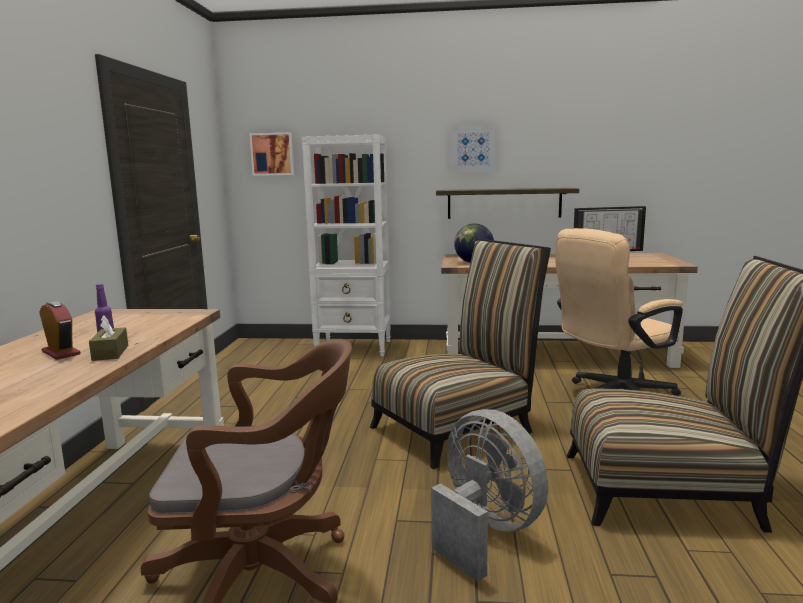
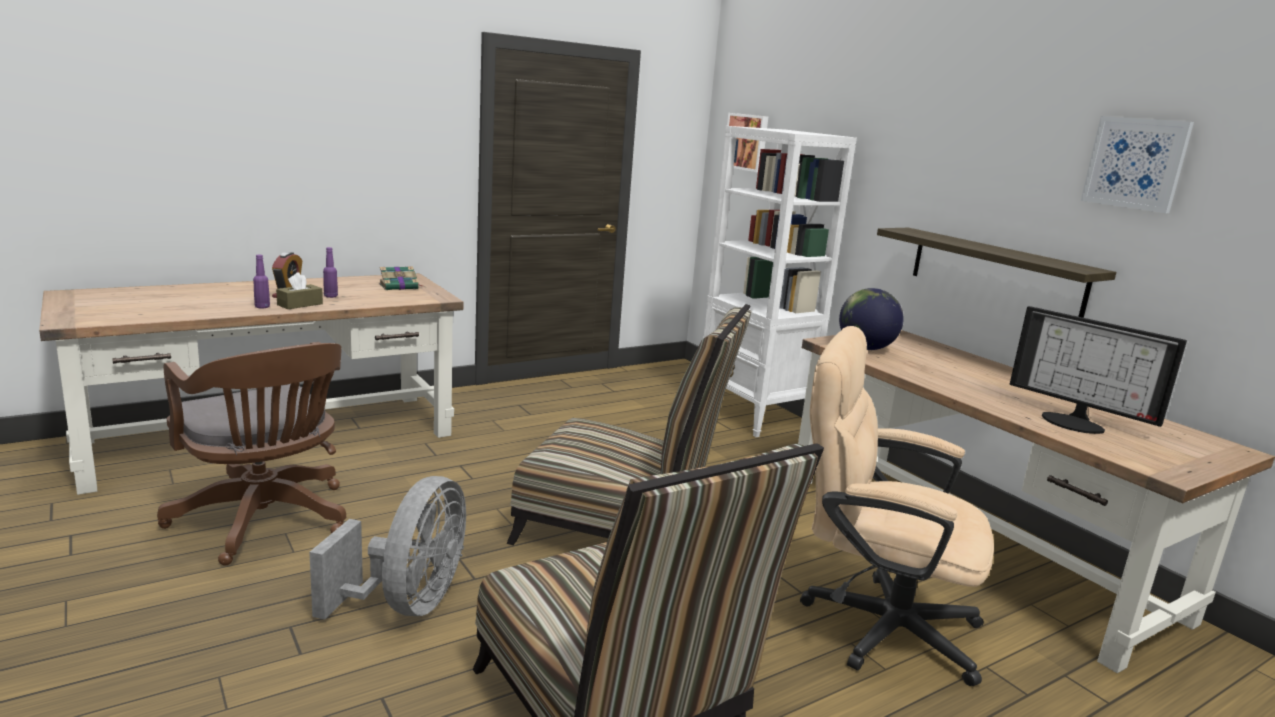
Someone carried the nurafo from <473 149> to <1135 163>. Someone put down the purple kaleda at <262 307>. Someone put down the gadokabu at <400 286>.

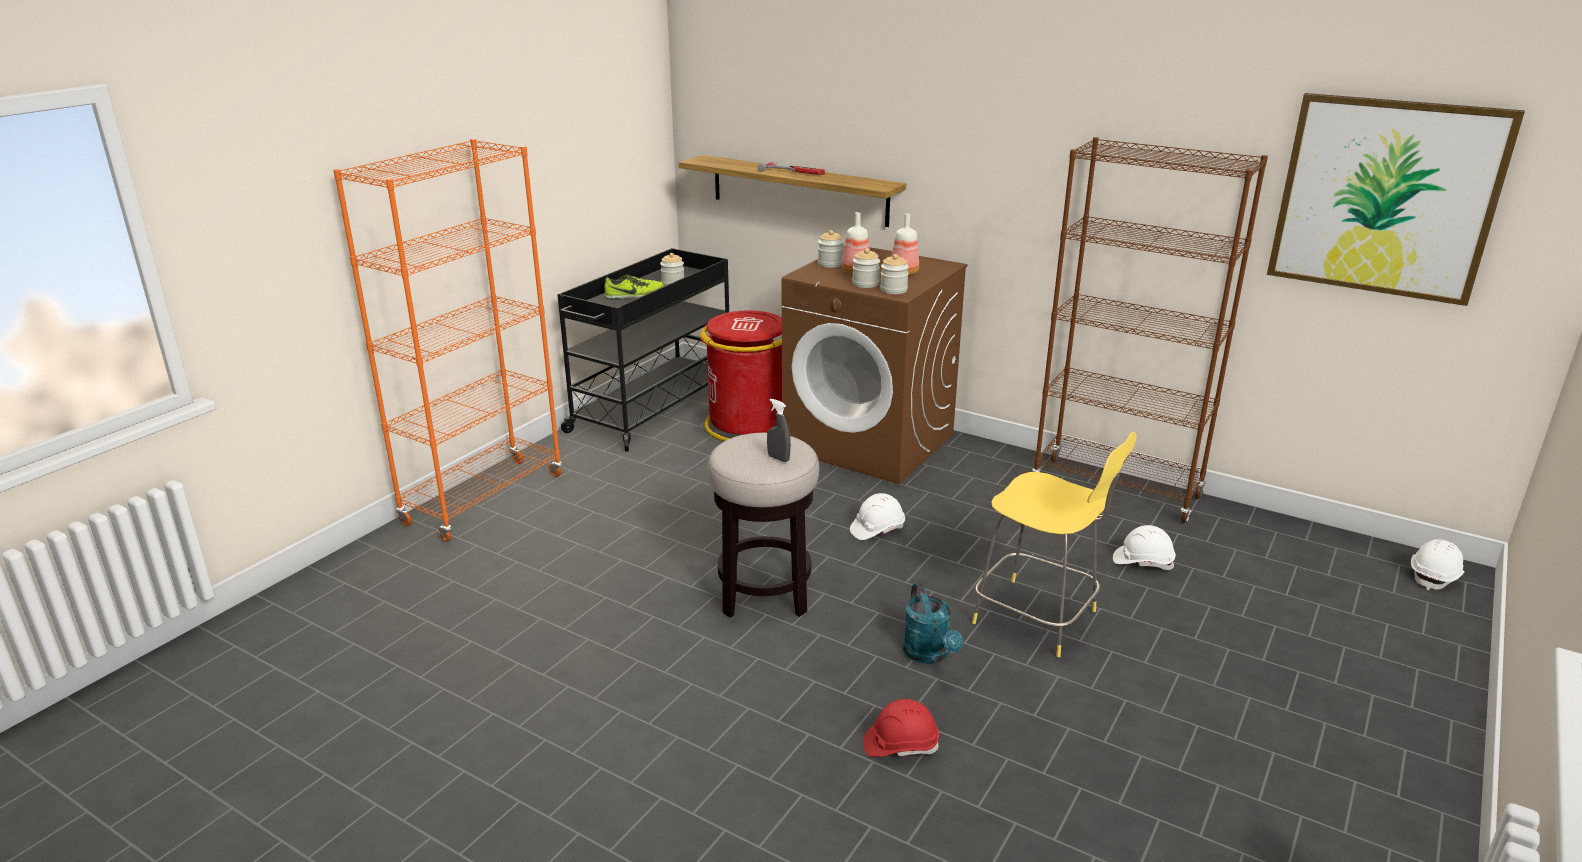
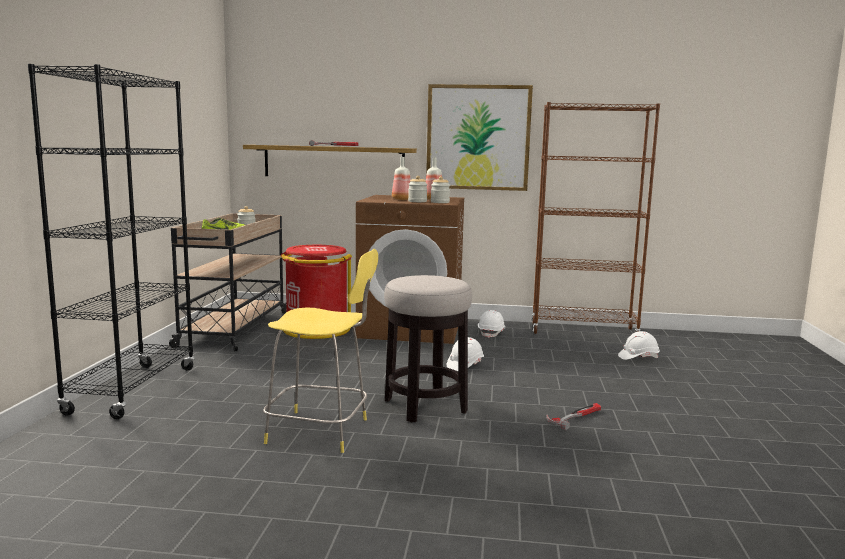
Someone repainted the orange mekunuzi at <484 499>, which became the black mekunuzi at <133 390>. Someone repainted the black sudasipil at <653 408>, which became the beige sudasipil at <234 329>. Someone took away the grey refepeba at <778 458>. Someone took away the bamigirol at <830 264>. Someone took away the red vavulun at <900 745>. Someone swapped the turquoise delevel at <930 655> for the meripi at <575 417>. Someone carried the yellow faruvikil from <1039 619> to <321 431>. Someone carried the nurafo from <1386 197> to <478 137>. Someone carried the white vavulun from <1435 576> to <491 333>.

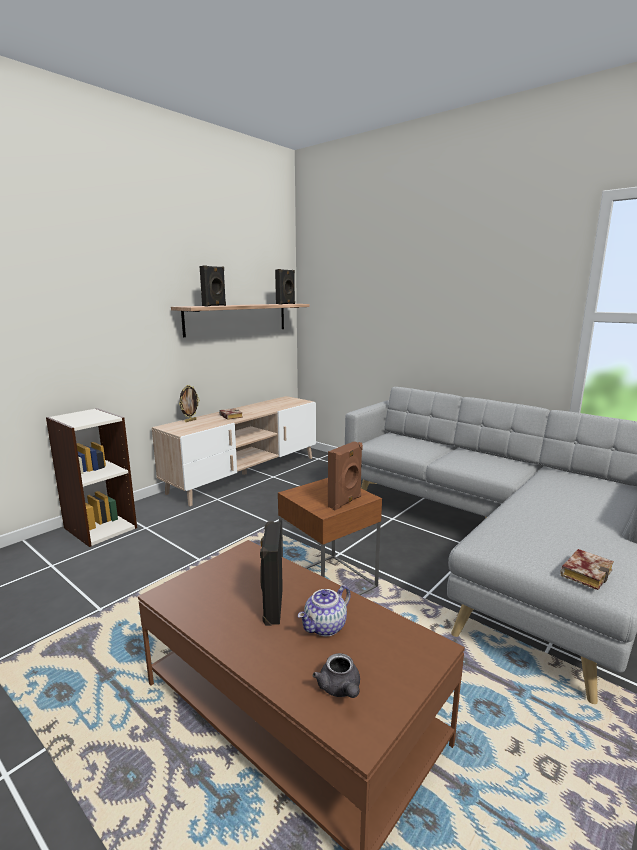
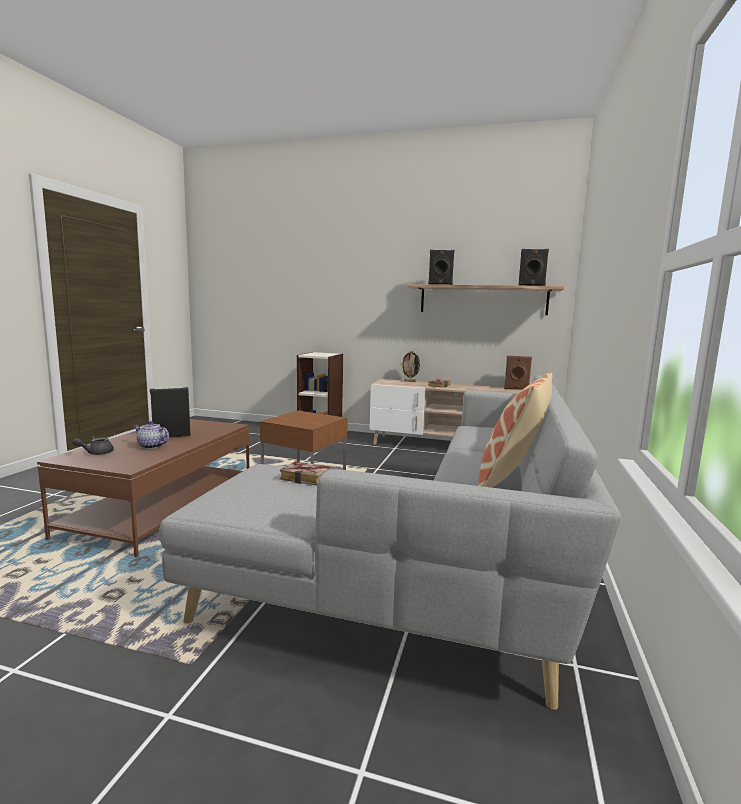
Someone carried the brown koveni from <345 502> to <516 389>. Someone carried the gadokabu from <585 572> to <308 478>. Someone put down the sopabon at <512 480>.

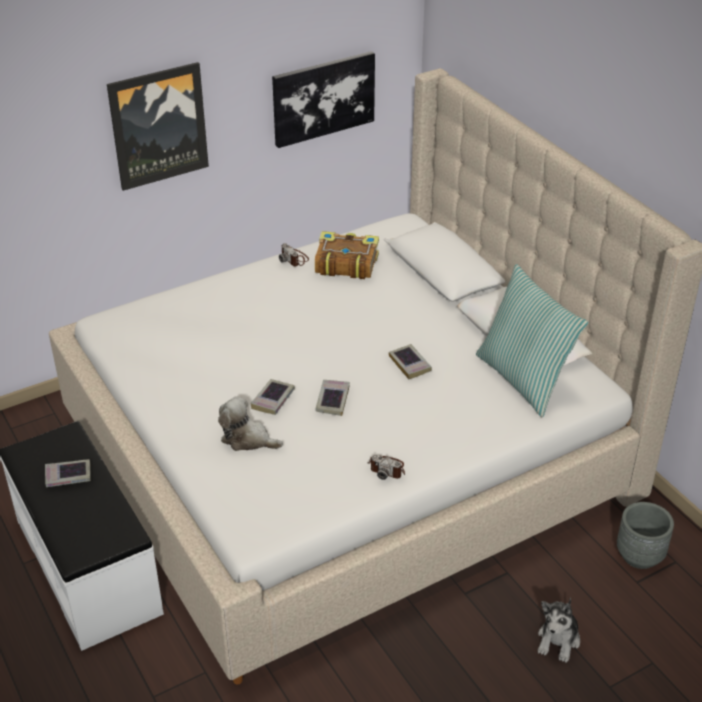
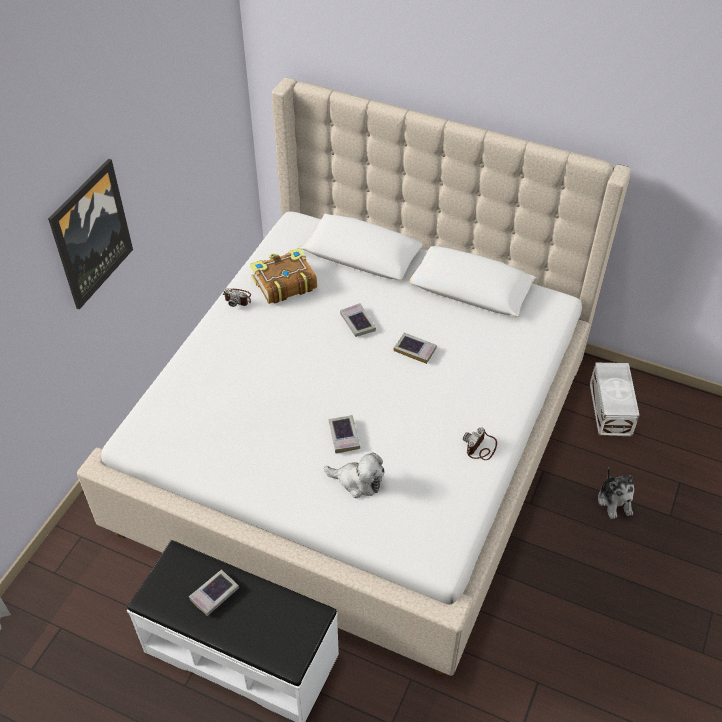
Someone rotated the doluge at <247 439> by 150 degrees counterclockwise. Someone took away the nurafo at <323 98>. Someone carried the gadokabu from <332 400> to <357 322>. Someone rotated the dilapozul at <387 468> by 135 degrees clockwise. Someone took away the sopabon at <524 379>. Someone swapped the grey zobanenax at <639 555> for the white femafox at <611 408>.

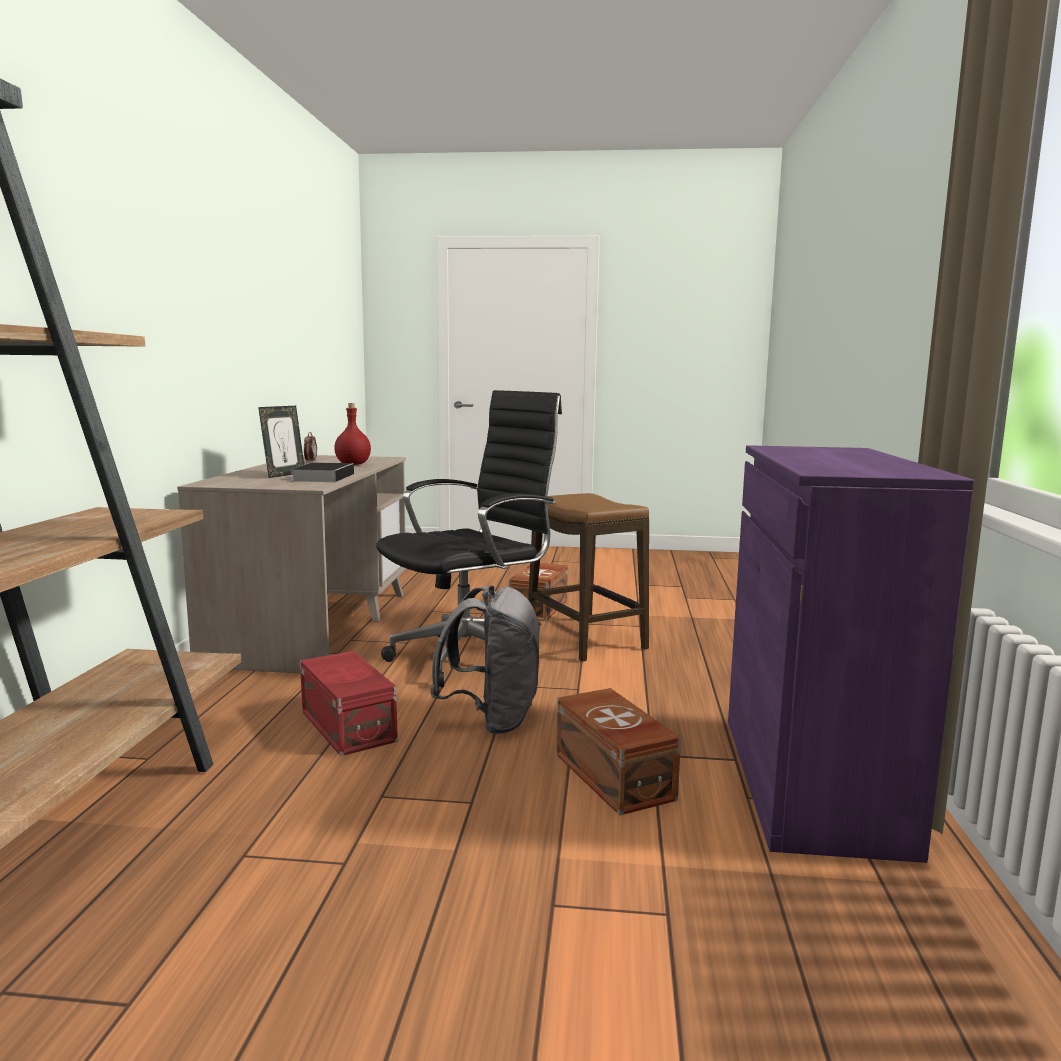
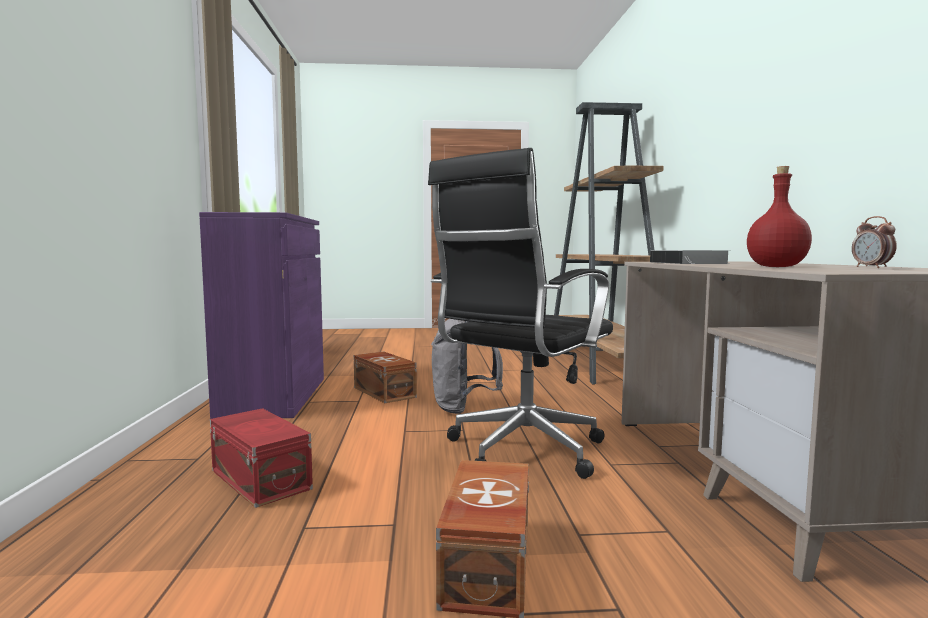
Someone took away the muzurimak at <284 475>. Someone carried the red femafox from <347 727> to <261 478>. Someone took away the faruvikil at <585 639>.

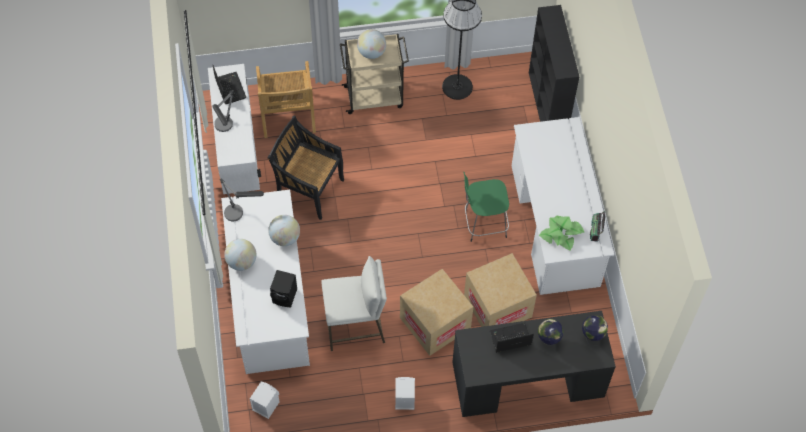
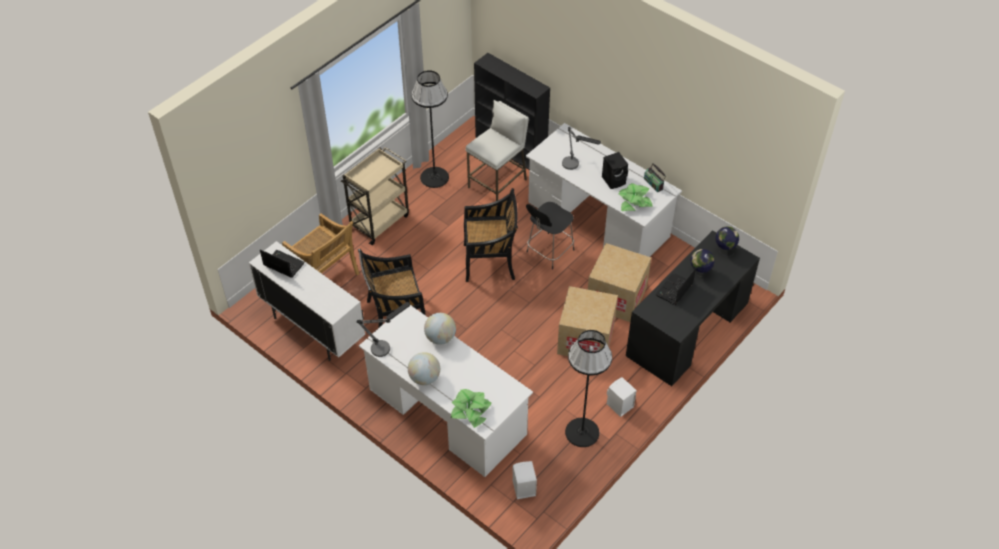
Someone carried the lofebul from <225 128> to <575 165>. Someone carried the black koveni from <285 296> to <614 180>. Someone carried the white faruvikil from <355 327> to <498 184>. Someone took away the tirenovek at <371 52>. Someone repainted the green faruvikil at <483 224>, which became the black faruvikil at <549 252>. Someone put down the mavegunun at <470 410>. Someone put down the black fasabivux at <490 261>. Someone put down the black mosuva at <582 432>.

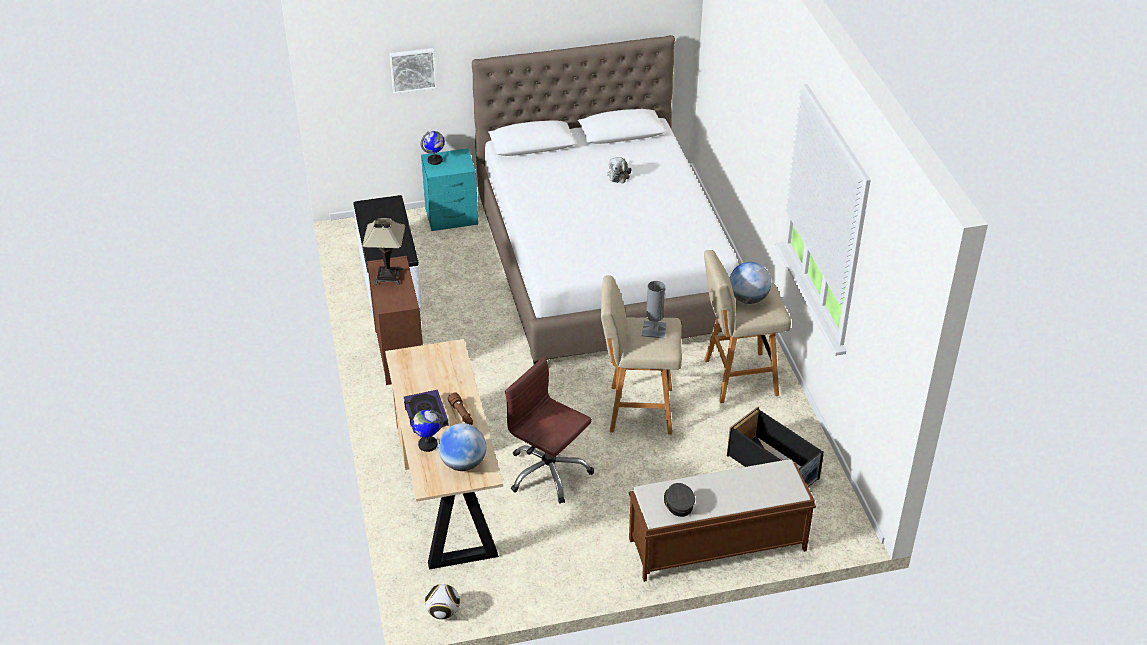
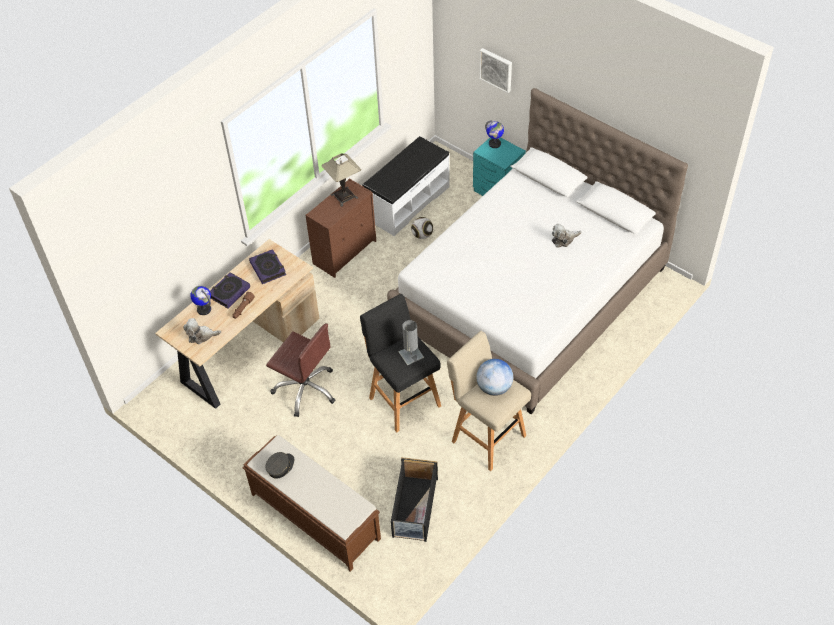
Someone carried the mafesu from <443 612> to <422 235>. Someone swapped the tirenovek at <463 463> for the doluge at <201 336>. Someone rotated the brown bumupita at <548 472> by 120 degrees clockwise. Someone repainted the beige faruvikil at <637 409>, which became the black faruvikil at <403 400>. Someone put down the gadokabu at <268 268>.

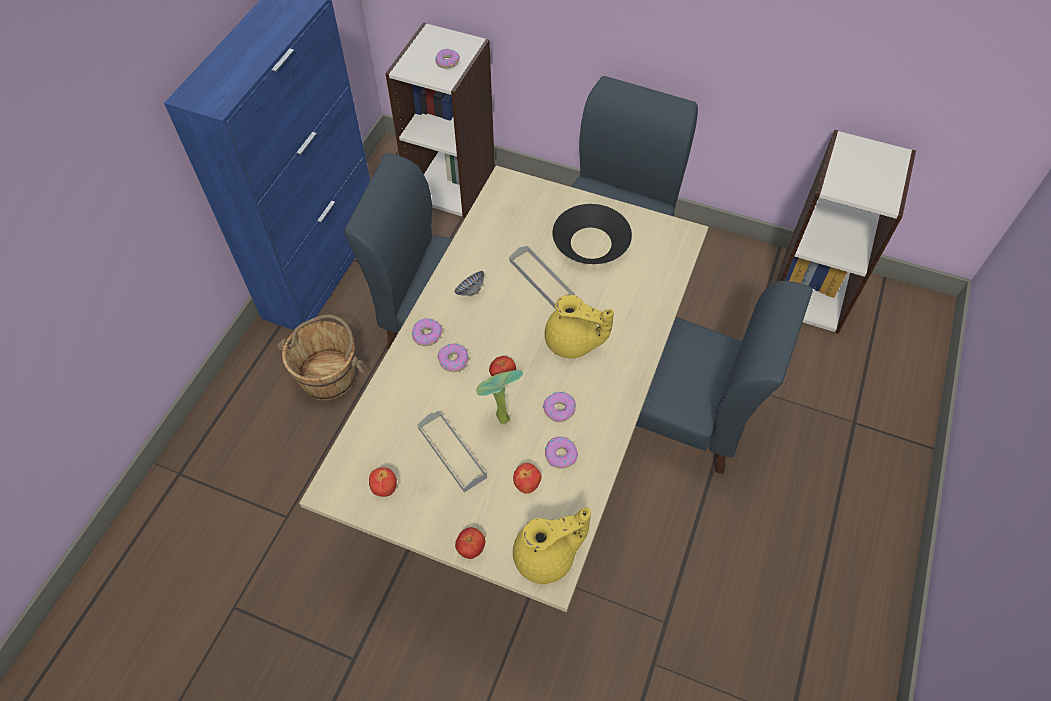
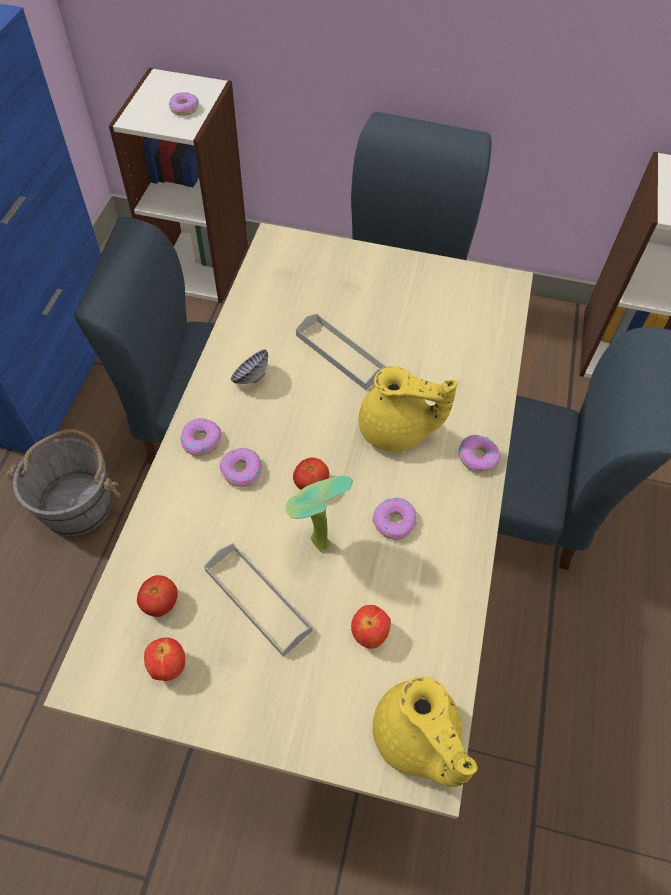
Someone repainted the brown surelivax at <329 375>, which became the grey surelivax at <77 504>. Someone carried the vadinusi from <471 548> to <160 603>. Someone rotated the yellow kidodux at <547 557> by 90 degrees clockwise. Someone carried the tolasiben from <561 455> to <477 457>. Someone took away the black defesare at <590 243>.

